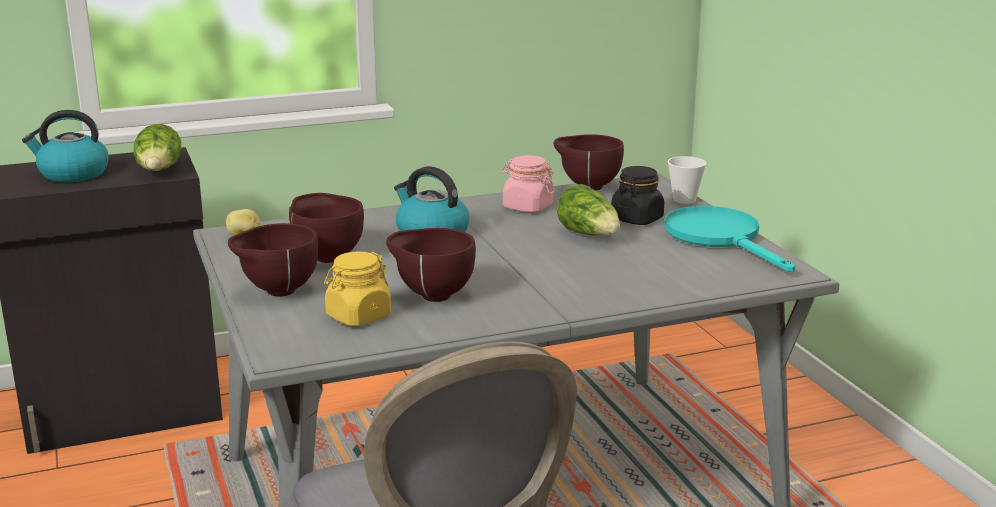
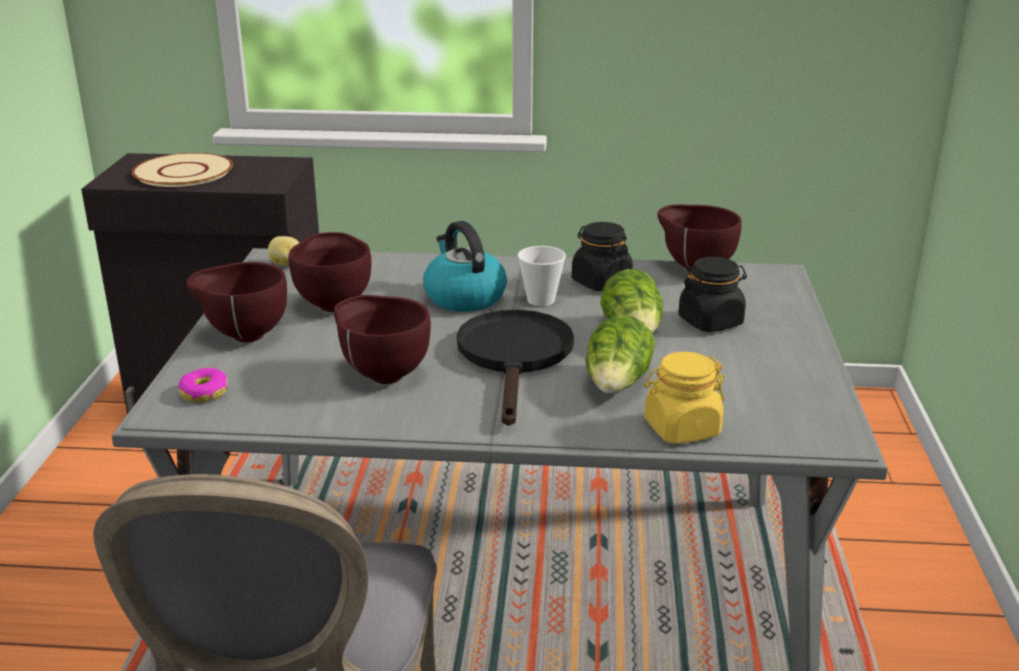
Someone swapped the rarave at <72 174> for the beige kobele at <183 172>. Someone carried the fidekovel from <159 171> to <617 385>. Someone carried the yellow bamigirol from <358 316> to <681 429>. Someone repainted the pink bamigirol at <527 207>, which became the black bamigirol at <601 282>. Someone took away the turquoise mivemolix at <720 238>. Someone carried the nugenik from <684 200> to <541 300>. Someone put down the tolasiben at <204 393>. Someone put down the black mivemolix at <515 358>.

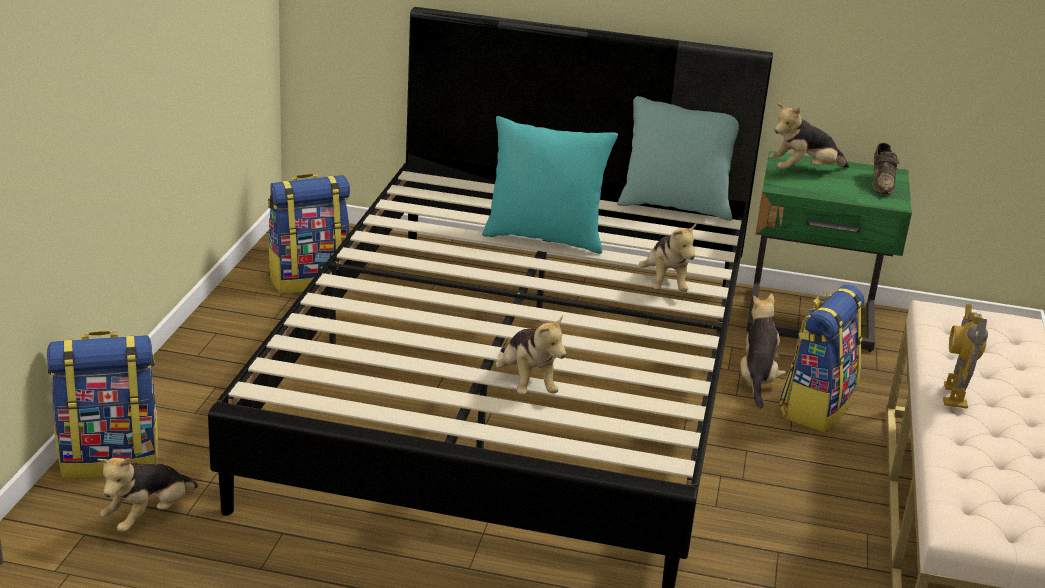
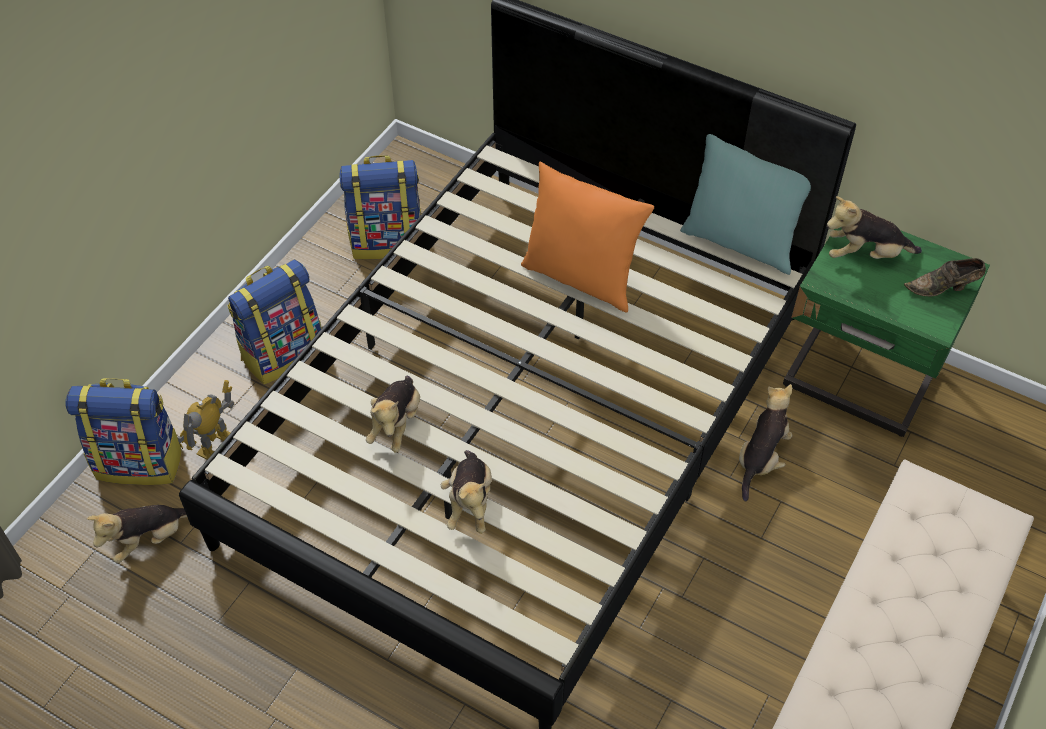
Someone repainted the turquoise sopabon at <544 238>, which became the orange sopabon at <581 277>. Someone carried the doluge from <664 284> to <396 424>. Someone carried the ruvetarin from <815 407> to <283 352>. Someone rotated the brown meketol at <881 183> by 60 degrees clockwise. Someone carried the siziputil from <954 395> to <215 445>.

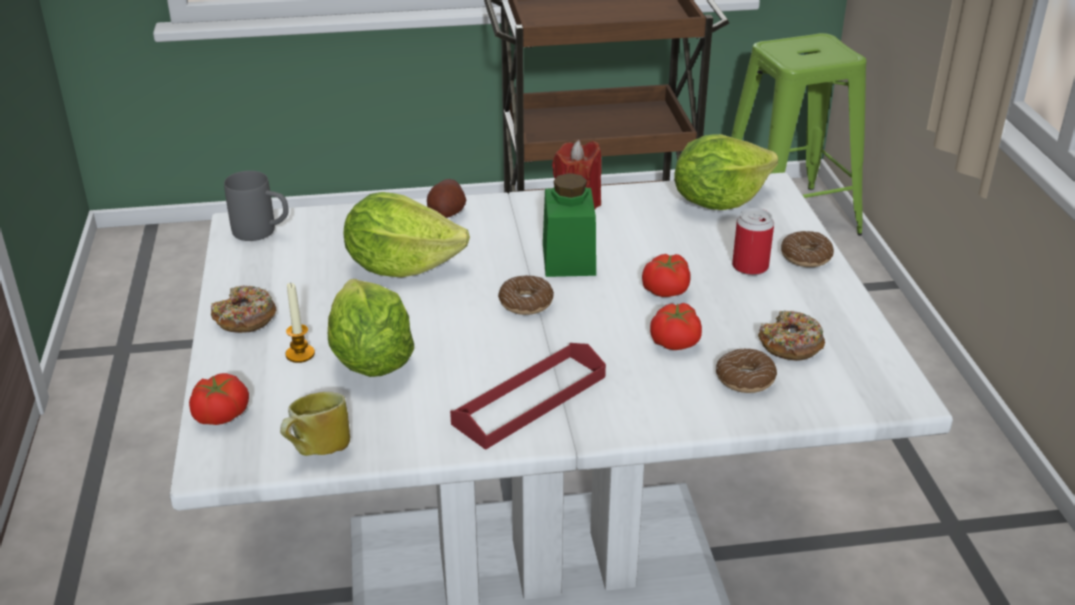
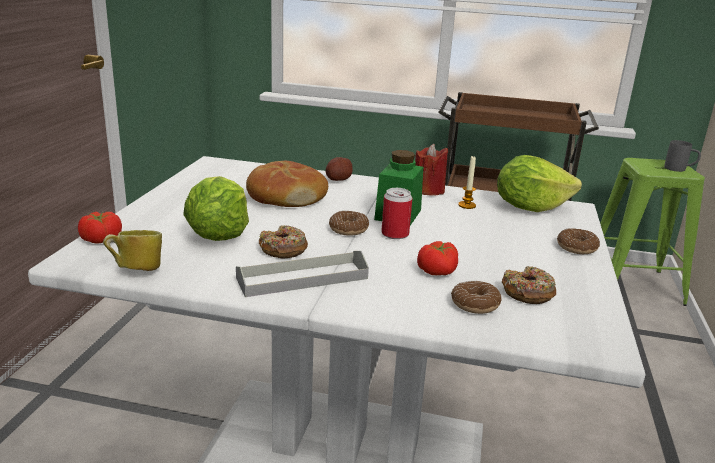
Someone carried the tolasiben from <245 318> to <283 249>. Someone carried the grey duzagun from <263 232> to <679 169>. Someone carried the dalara from <300 354> to <467 205>. Someone swapped the fidekovel at <401 266> for the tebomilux at <285 197>. Someone repainted the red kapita at <530 400>, which became the grey kapita at <302 278>. Someone took away the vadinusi at <667 290>. Someone carried the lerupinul from <750 267> to <395 234>.

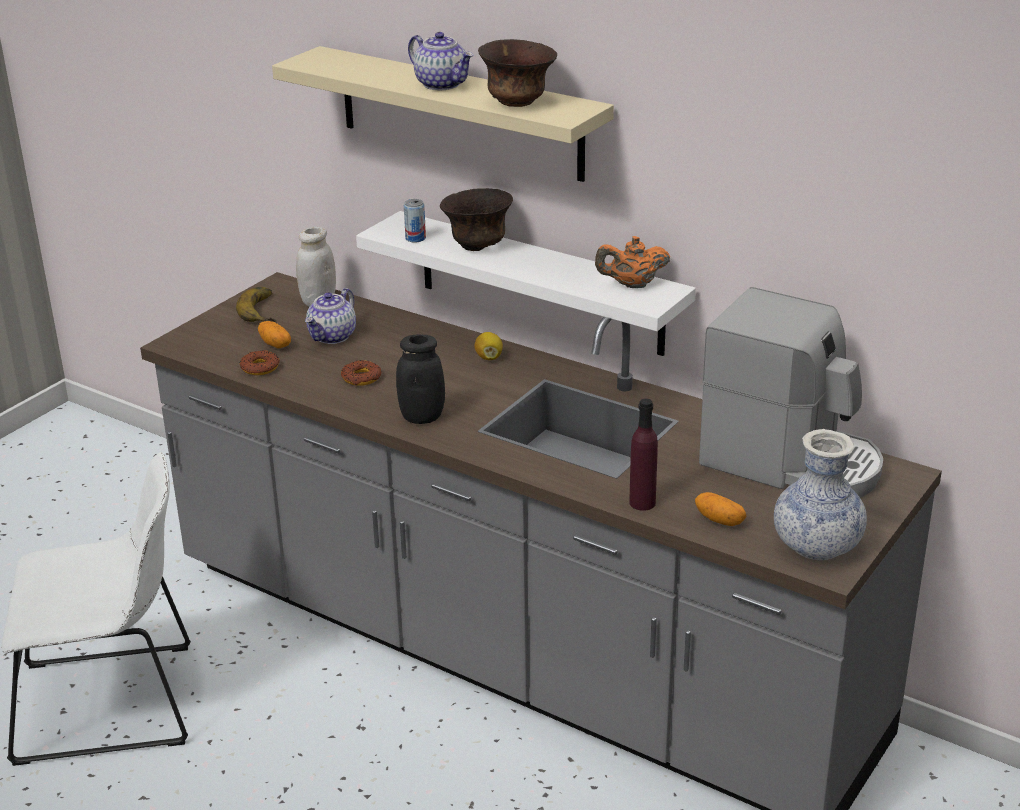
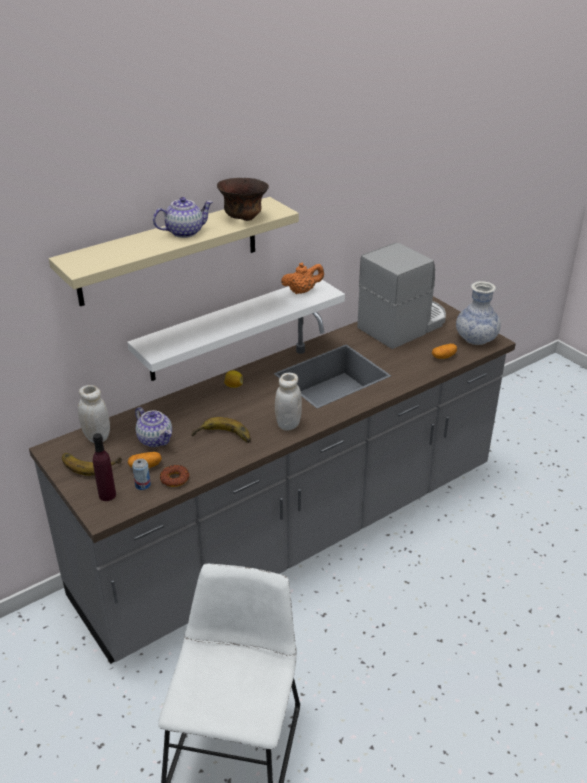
Someone swapped the tolasiben at <361 378> for the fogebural at <222 438>. Someone repainted the black bamigirol at <422 417>, which became the white bamigirol at <288 424>. Someone carried the lerupinul from <415 238> to <142 485>. Someone took away the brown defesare at <478 246>. Someone rotated the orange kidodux at <632 285> by 120 degrees counterclockwise. Someone carried the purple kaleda from <642 503> to <107 495>.

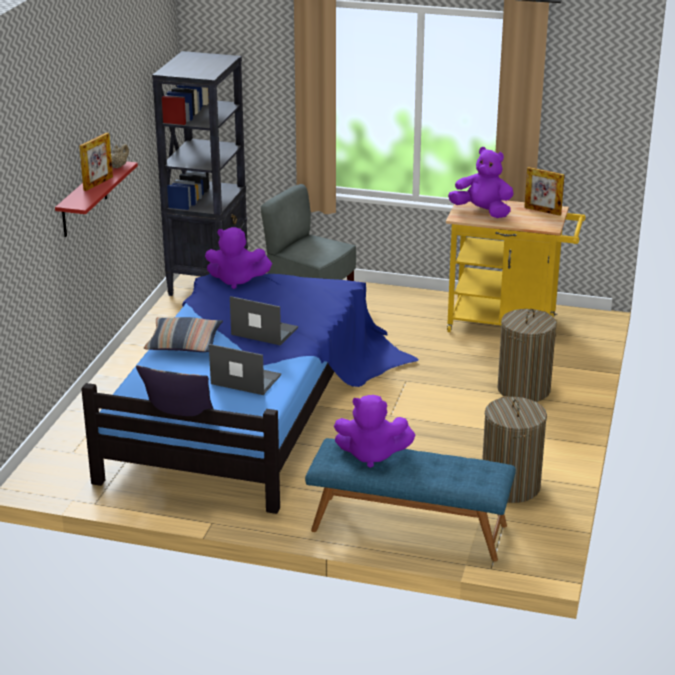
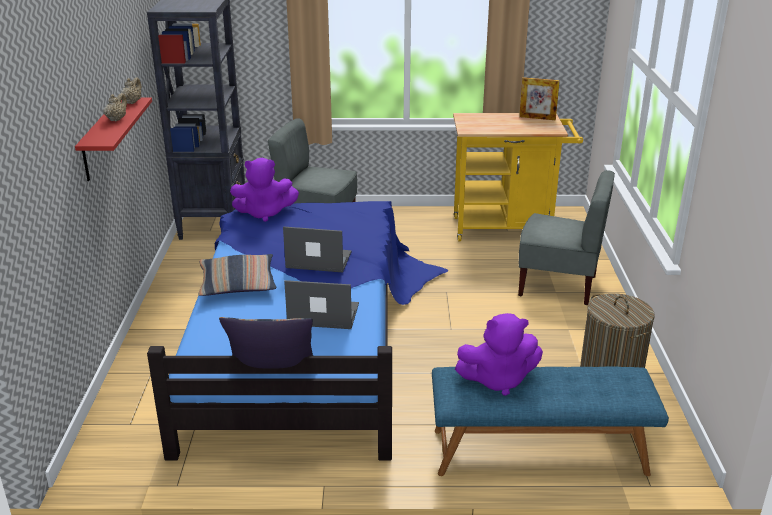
Someone swapped the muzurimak at <98 183> for the beige kidodux at <117 119>. Someone took away the purple doluge at <482 212>. Someone swapped the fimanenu at <523 389> for the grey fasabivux at <558 285>.

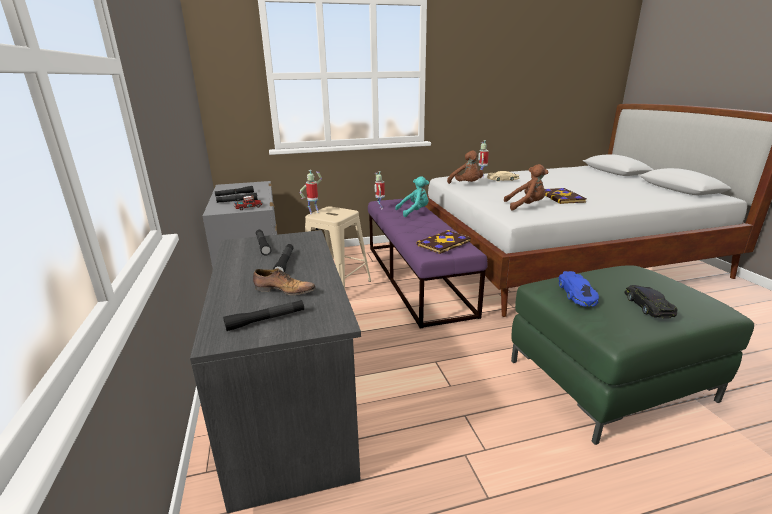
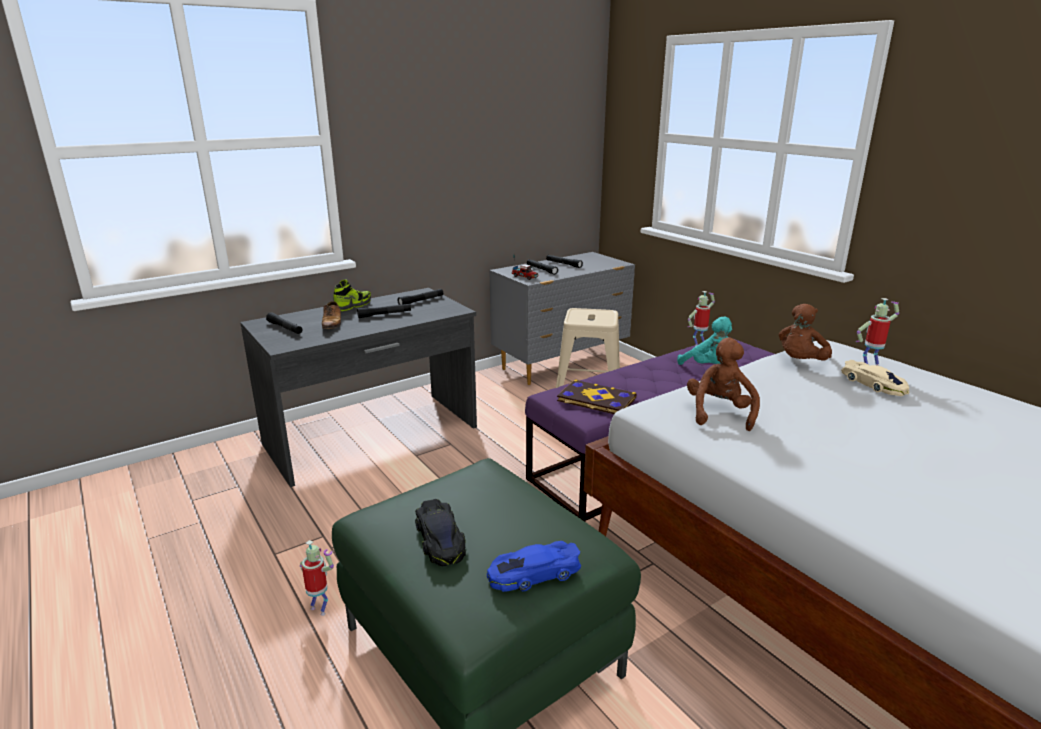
Someone carried the siziputil from <313 212> to <320 609>. Someone rotated the brown doluge at <526 206> by 150 degrees counterclockwise. Someone took away the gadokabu at <562 197>. Someone carried the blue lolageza from <577 293> to <533 573>. Someone rotated the black lolageza at <647 305> by 90 degrees clockwise. Someone put down the meketol at <352 305>.

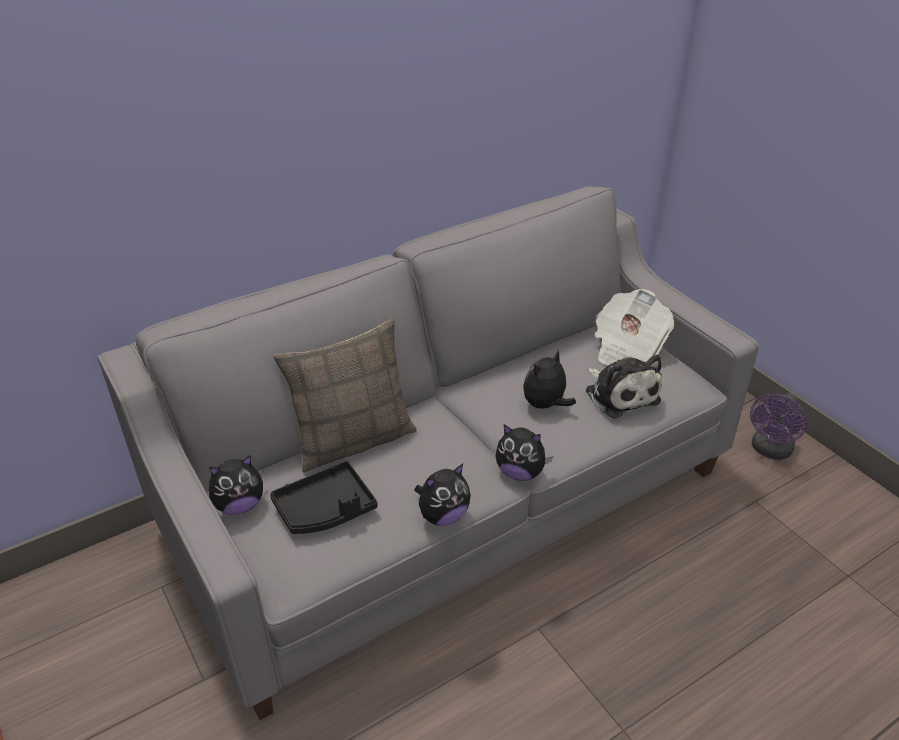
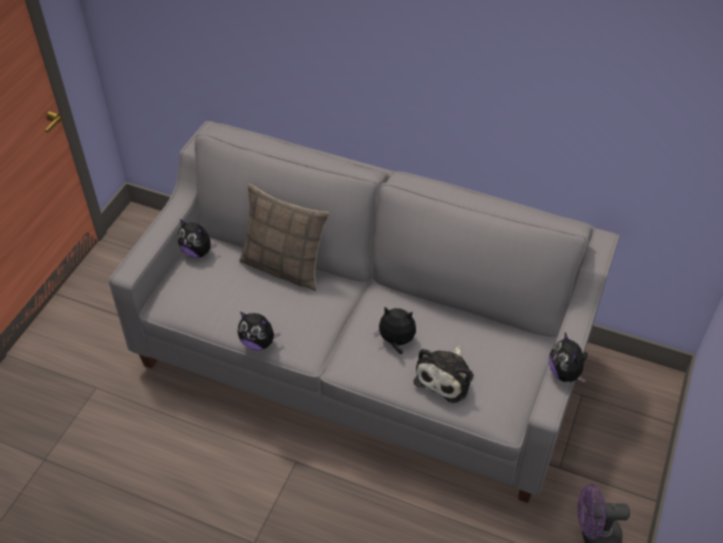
Someone took away the black kapita at <325 509>. Someone carried the doluge from <520 472> to <565 373>. Someone took away the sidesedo at <627 347>.

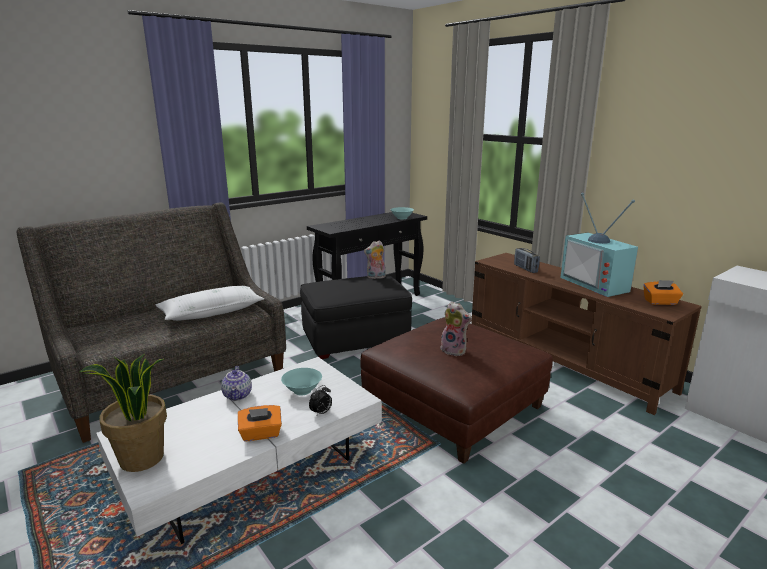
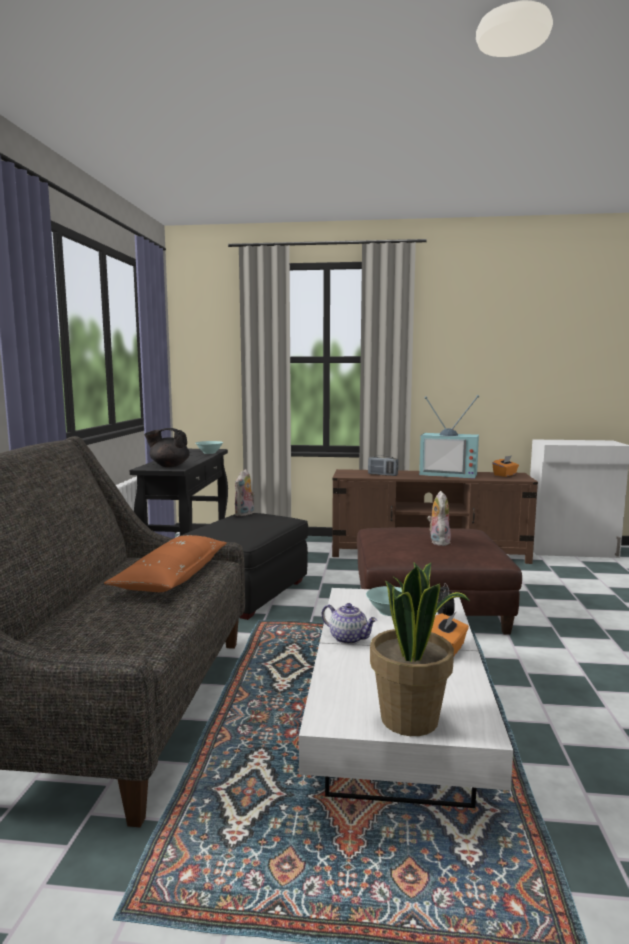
Someone repainted the white sopabon at <212 312>, which became the orange sopabon at <172 577>. Someone rotated the doluge at <455 350> by 75 degrees counterclockwise. Someone put down the black kidodux at <169 466>.

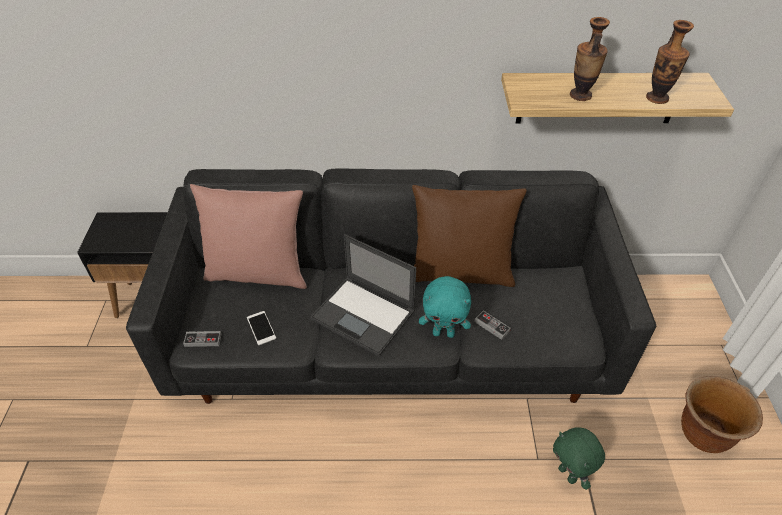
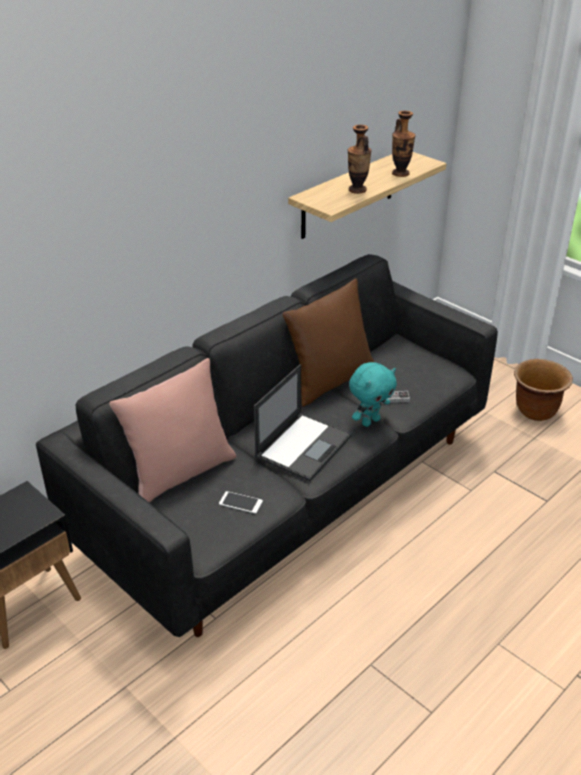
Someone took away the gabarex at <203 340>. Someone rotated the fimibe at <364 315> by 45 degrees counterclockwise. Someone took away the green doluge at <568 474>.

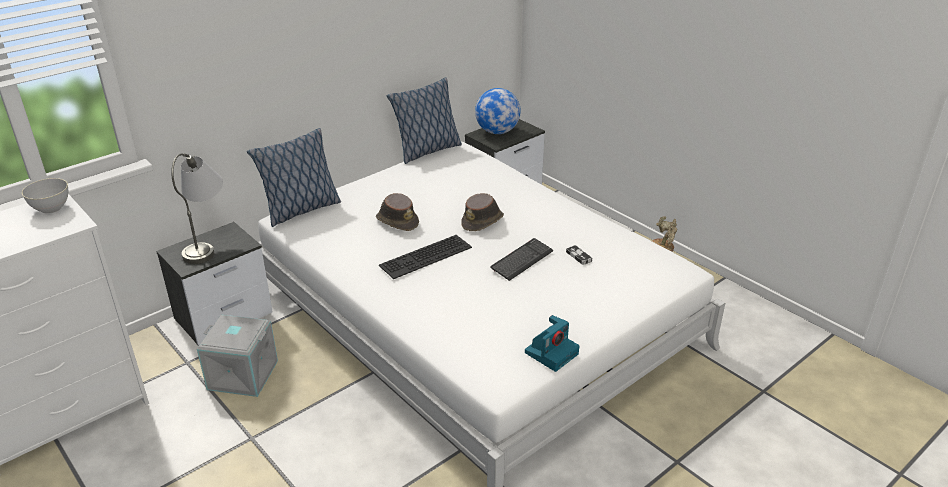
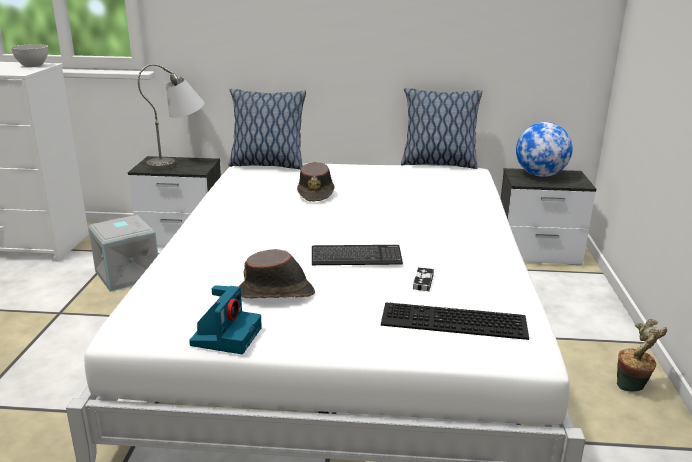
Someone carried the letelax from <426 257> to <452 322>. Someone carried the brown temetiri from <483 221> to <277 293>. Someone rotated the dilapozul at <552 352> by 75 degrees counterclockwise.

